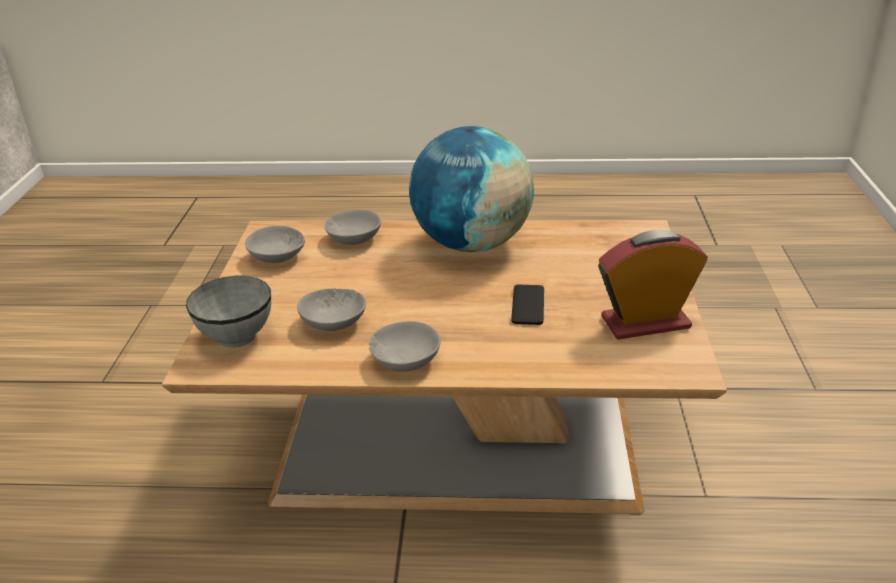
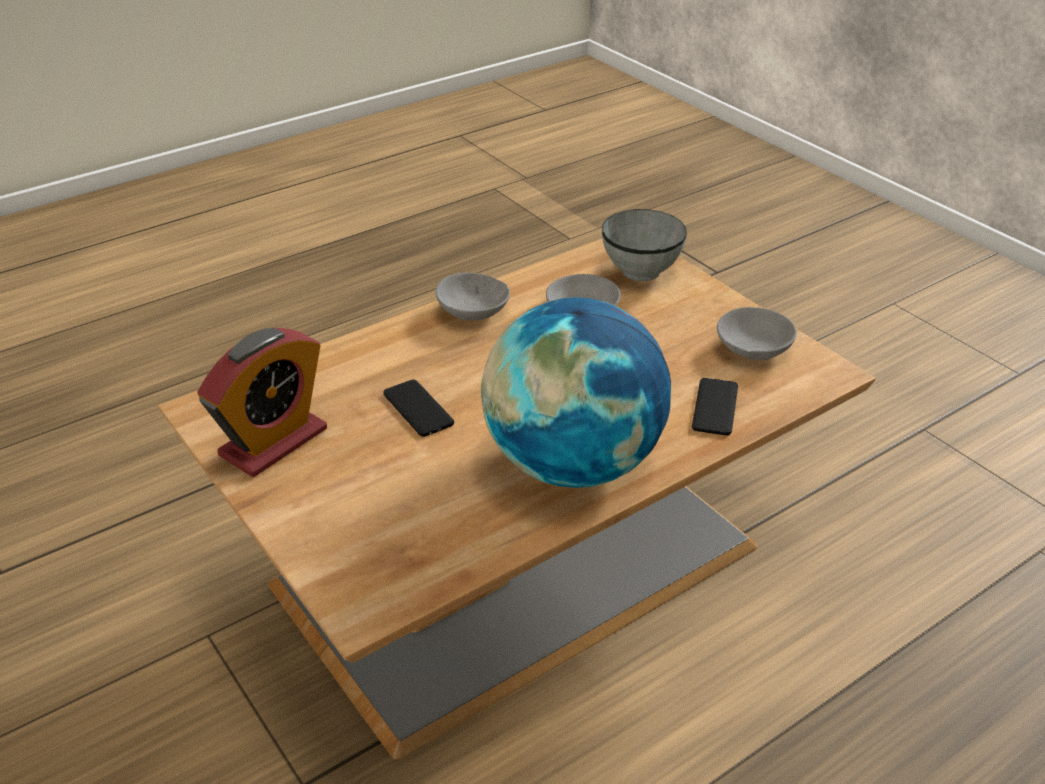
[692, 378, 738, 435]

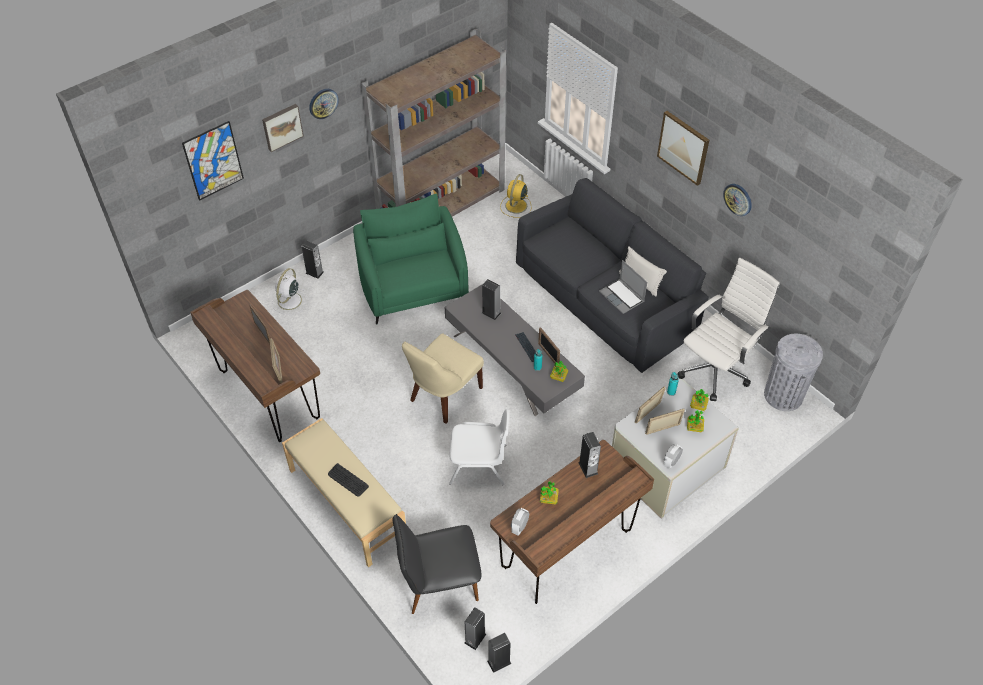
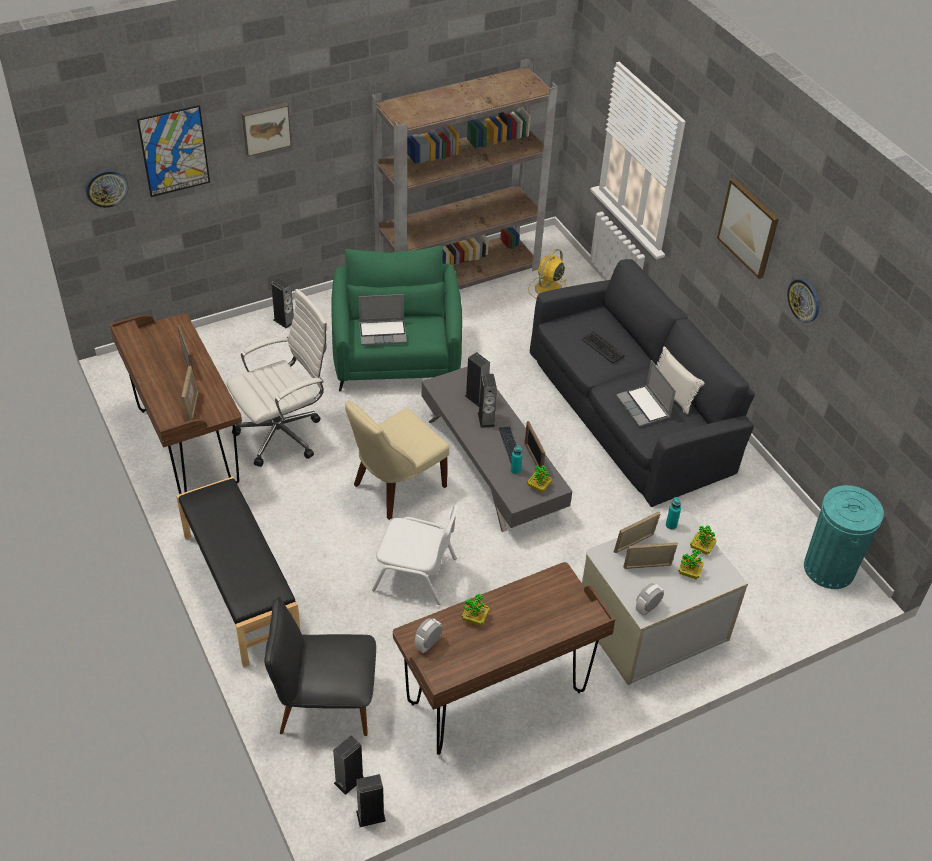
[86, 170, 128, 208]
[176, 477, 301, 667]
[227, 289, 327, 467]
[358, 294, 407, 346]
[478, 374, 497, 428]
[582, 331, 625, 363]
[804, 485, 884, 589]
[272, 268, 306, 315] (first image)

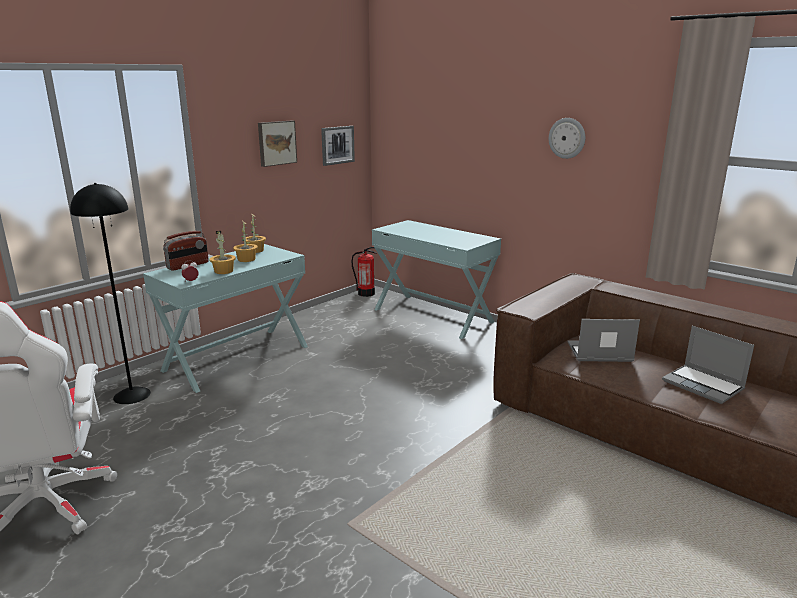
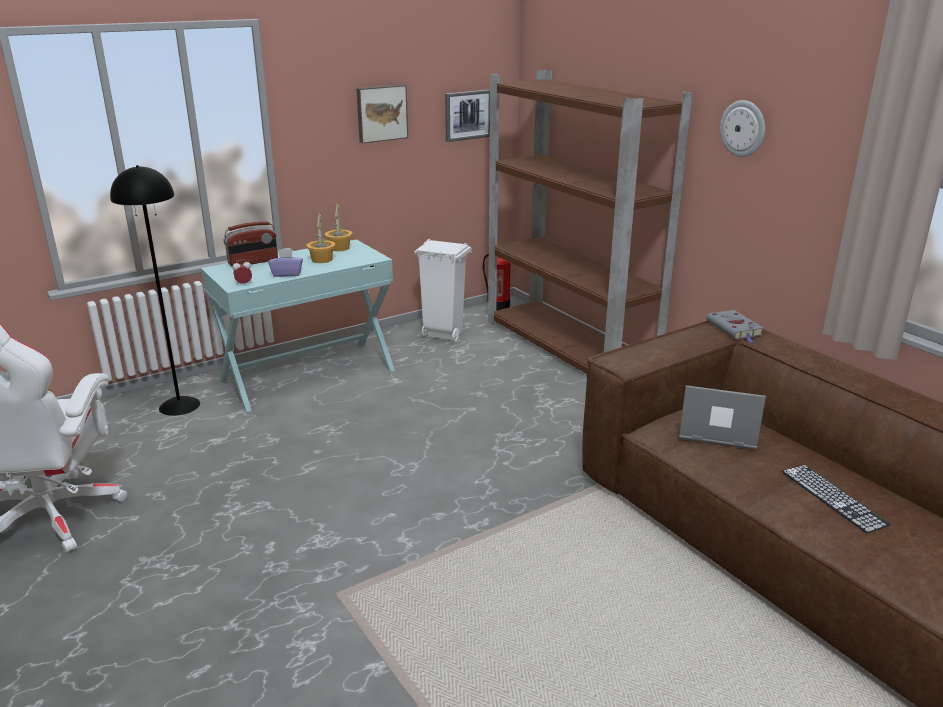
[268, 249, 303, 277]
[414, 239, 472, 341]
[488, 70, 693, 374]
[706, 310, 763, 343]
[782, 465, 891, 533]

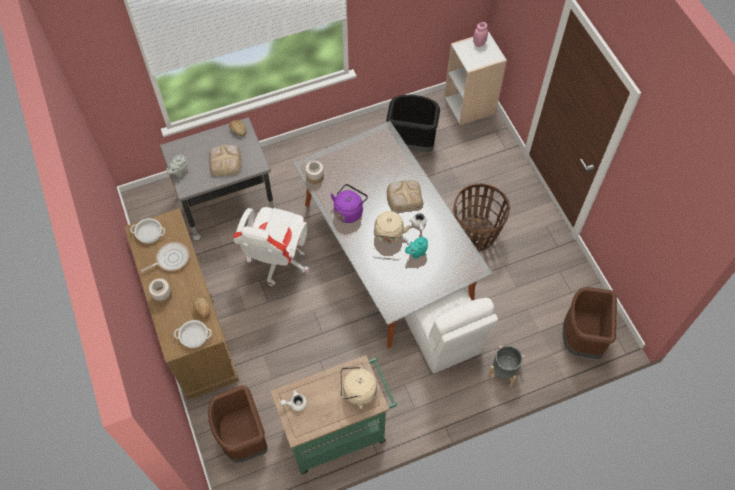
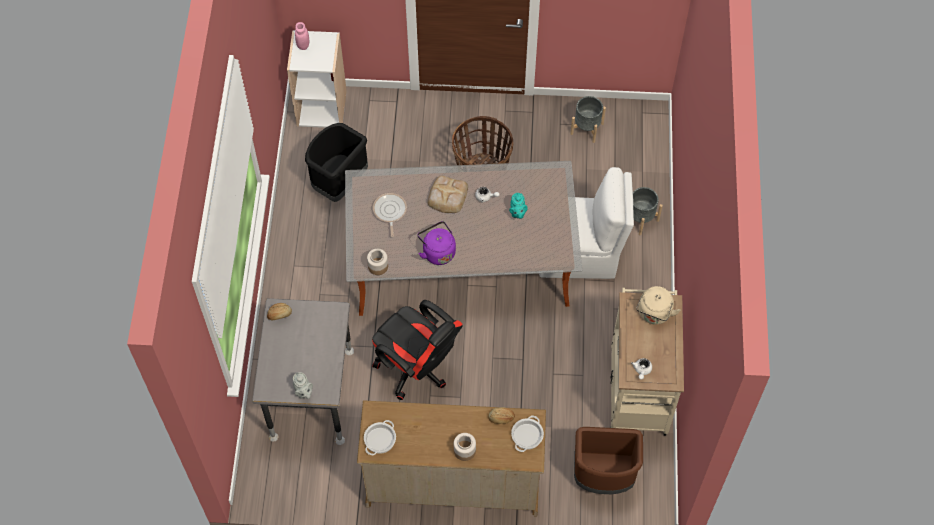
[372, 300, 463, 400]
[373, 193, 407, 237]
[570, 96, 606, 143]
[610, 288, 684, 436]
[209, 145, 242, 176] (first image)
[374, 211, 411, 244] (first image)
[563, 287, 617, 359] (first image)

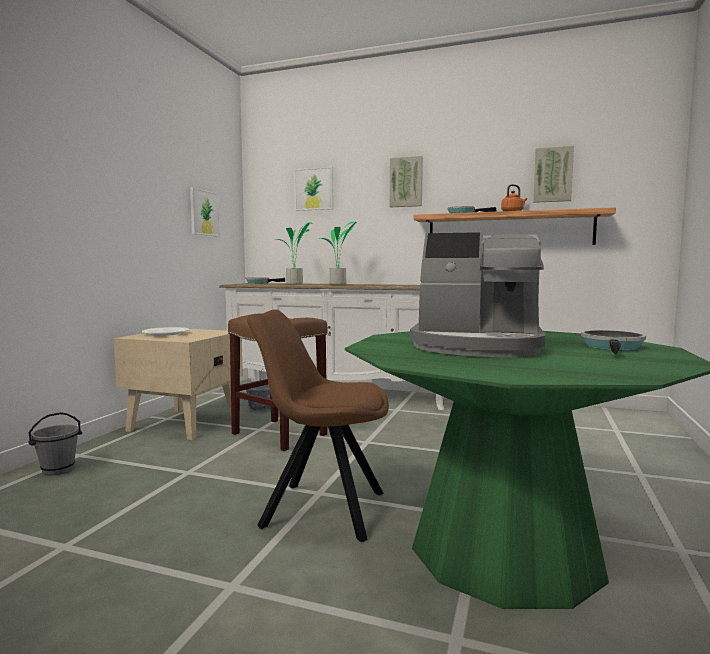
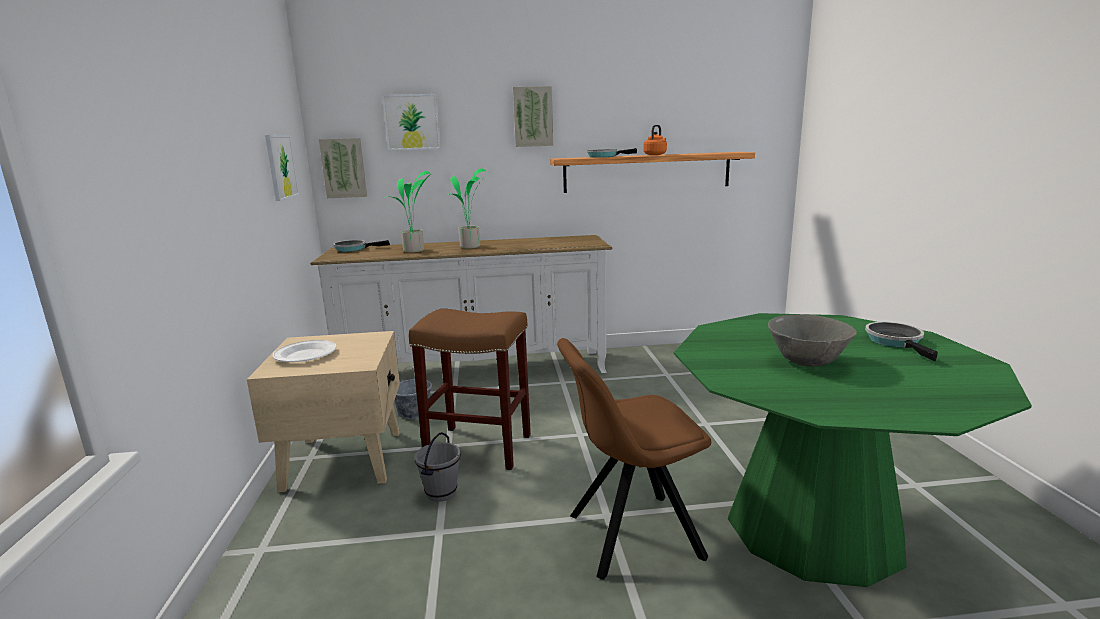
[319, 138, 367, 198]
[414, 432, 461, 502]
[768, 314, 857, 367]

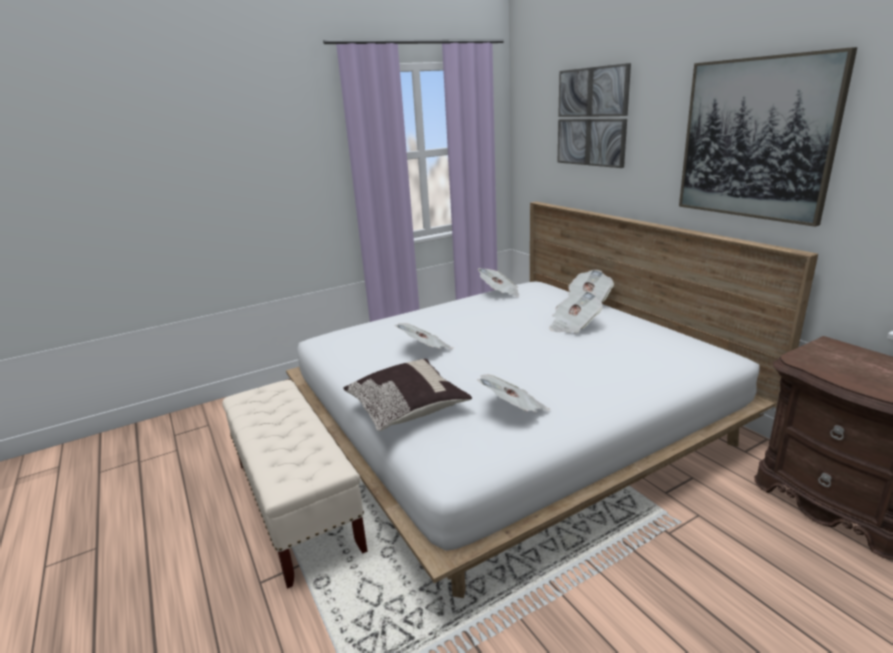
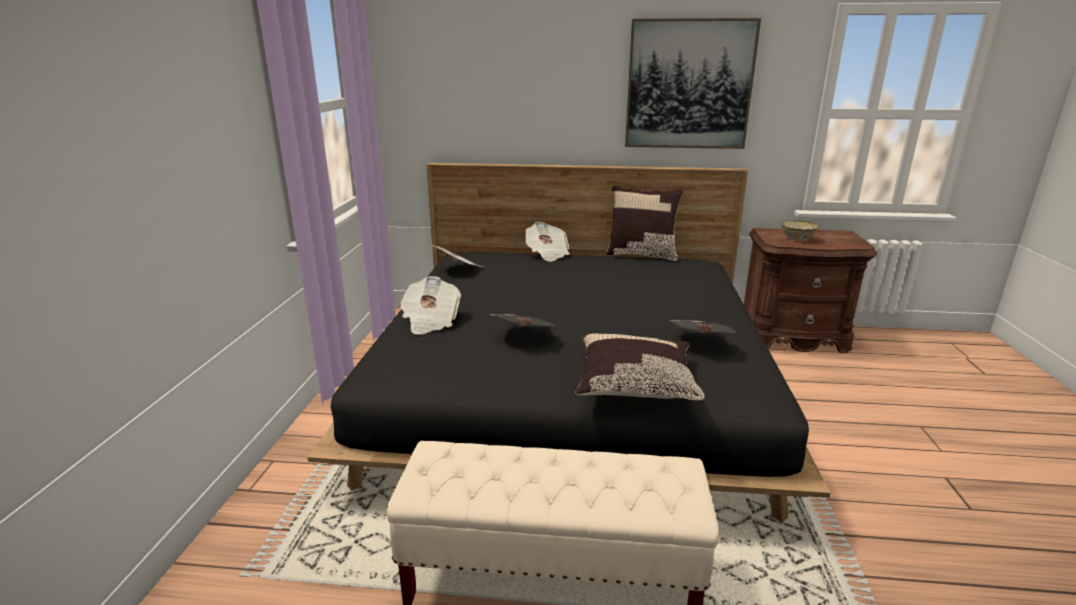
[307, 163, 830, 522]
[400, 276, 461, 335]
[606, 186, 683, 261]
[781, 220, 819, 240]
[557, 63, 631, 168] (first image)

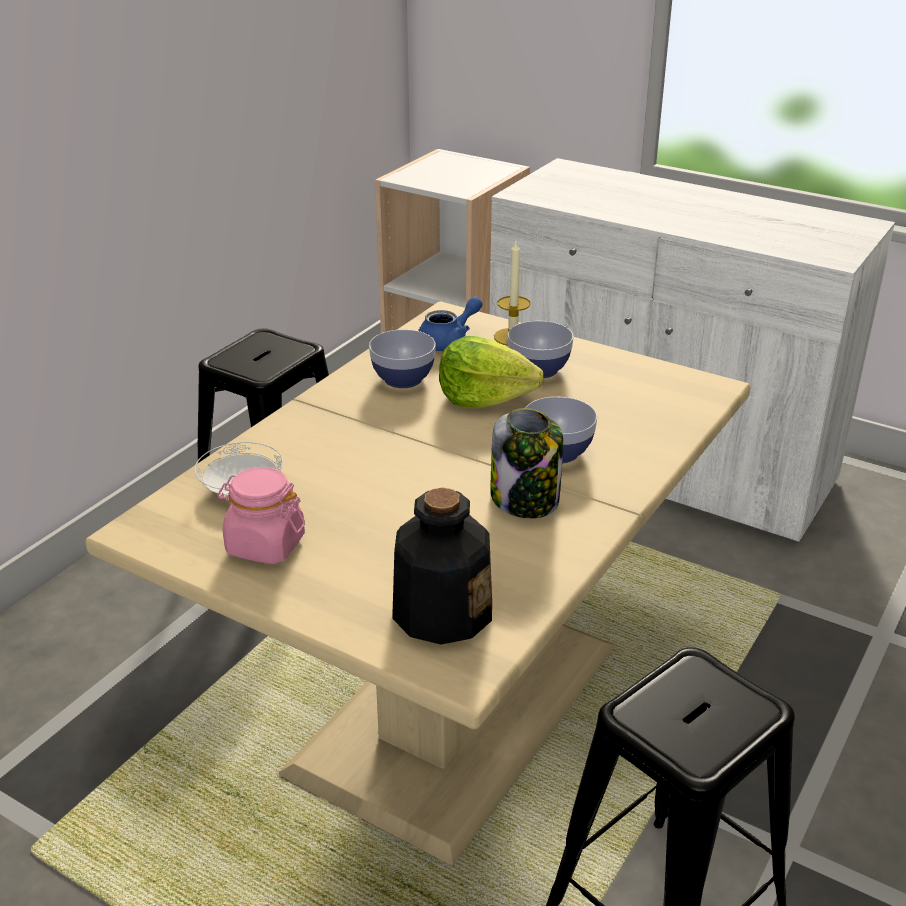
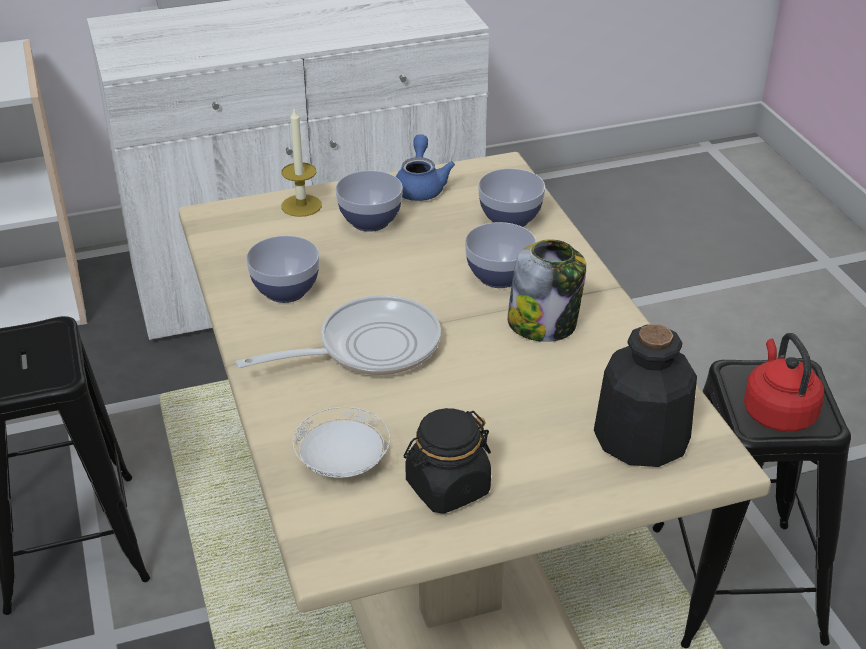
[236, 295, 441, 375]
[396, 134, 455, 201]
[404, 408, 491, 514]
[478, 168, 545, 227]
[744, 333, 824, 432]
[439, 336, 543, 408] (first image)

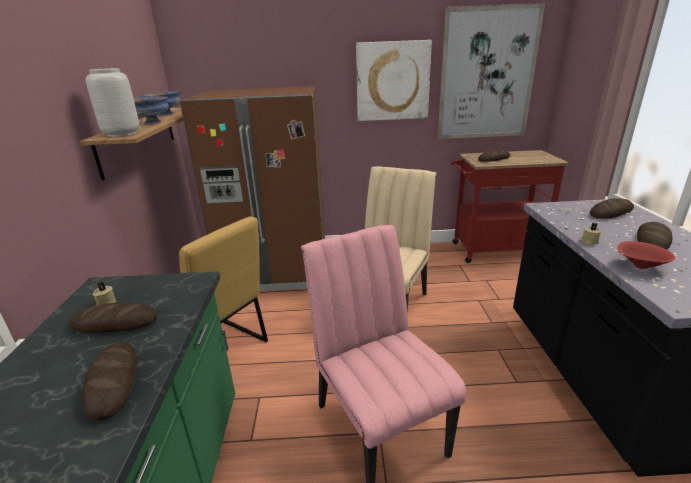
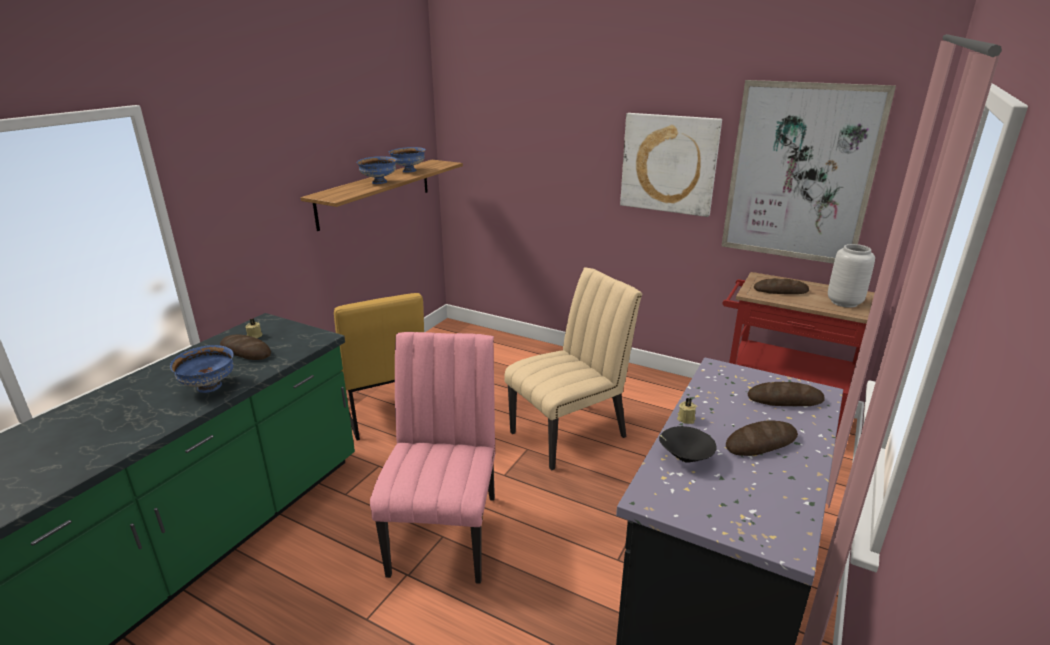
[170, 345, 234, 393]
[659, 426, 717, 463]
[828, 244, 875, 308]
[180, 86, 325, 291] (first image)

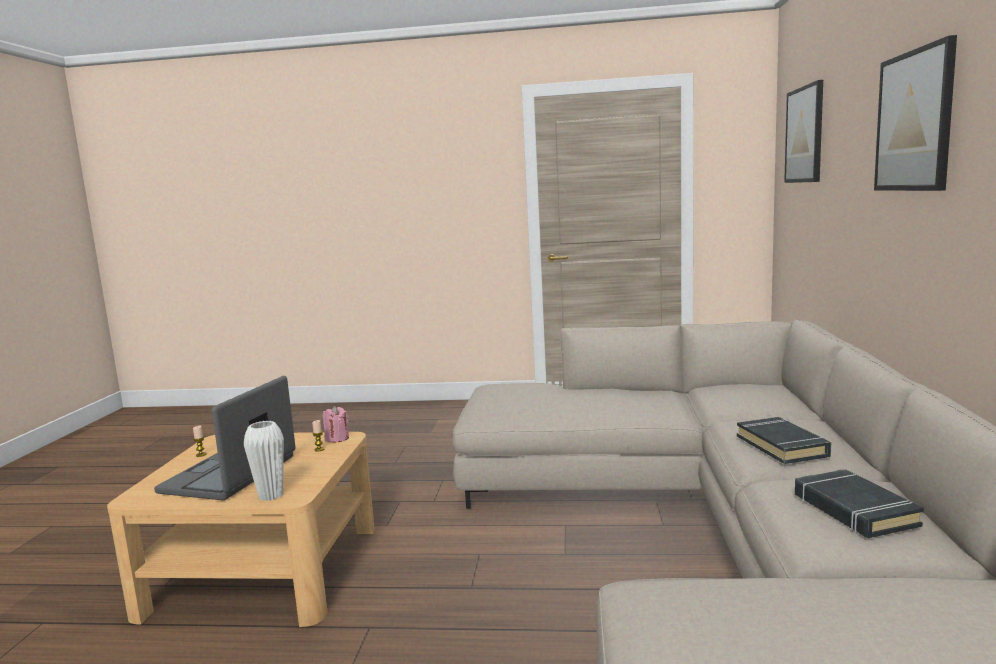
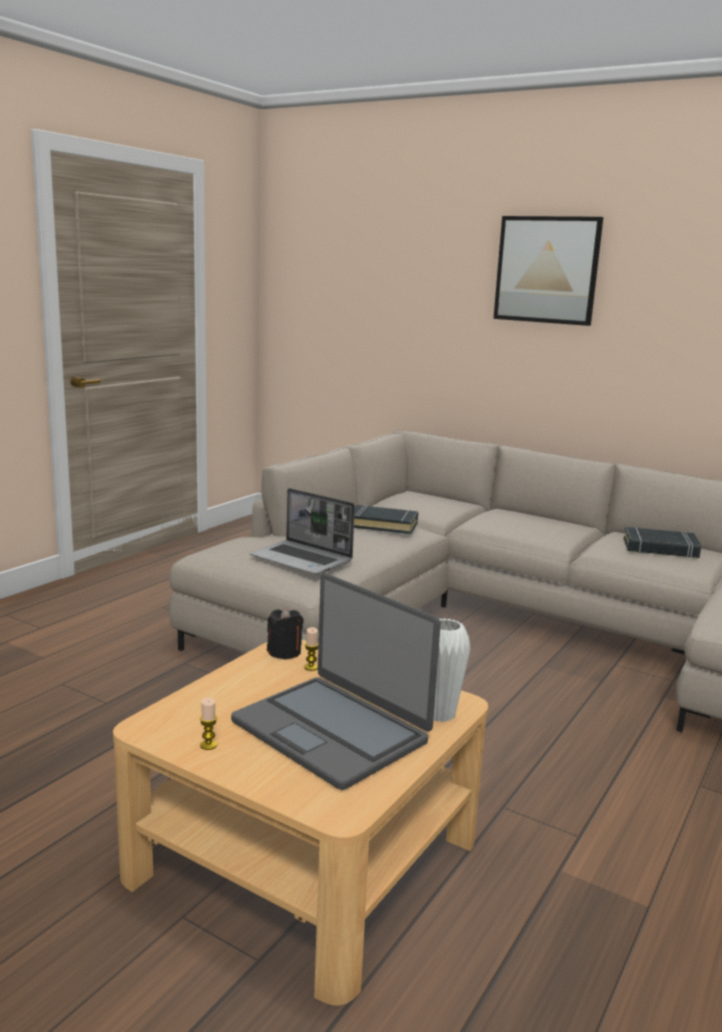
[250, 488, 355, 575]
[267, 607, 304, 660]
[354, 505, 418, 534]
[784, 80, 823, 183] (first image)

